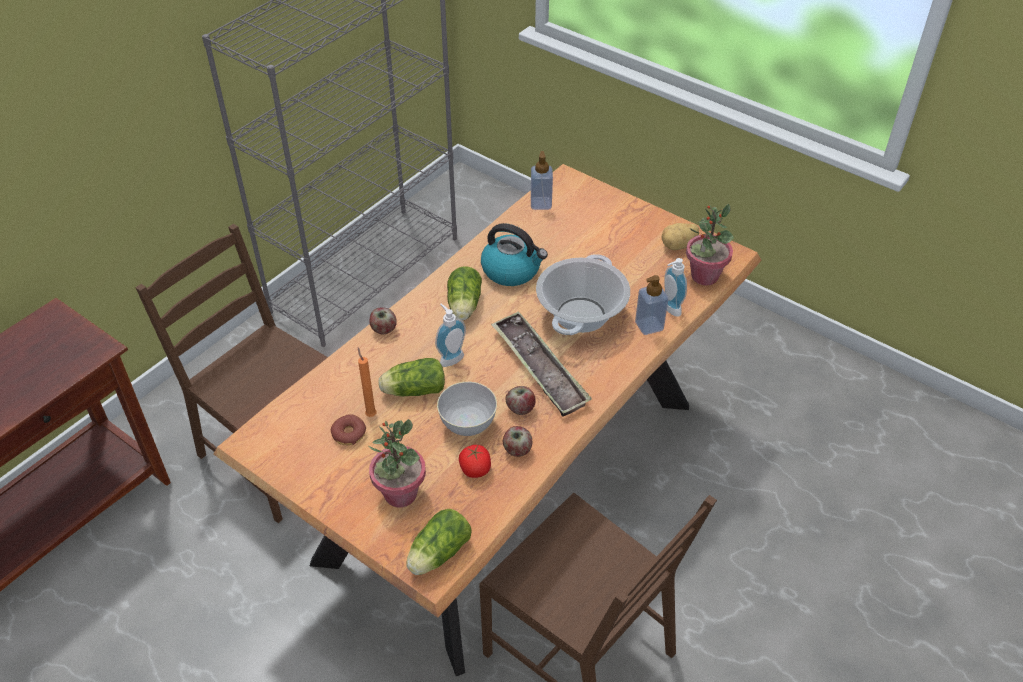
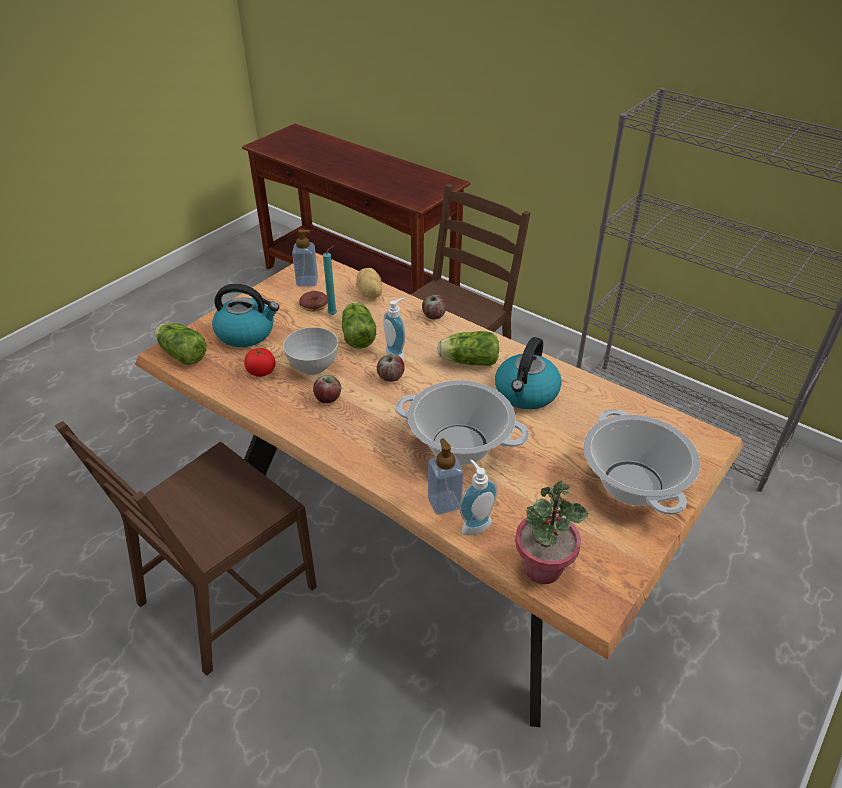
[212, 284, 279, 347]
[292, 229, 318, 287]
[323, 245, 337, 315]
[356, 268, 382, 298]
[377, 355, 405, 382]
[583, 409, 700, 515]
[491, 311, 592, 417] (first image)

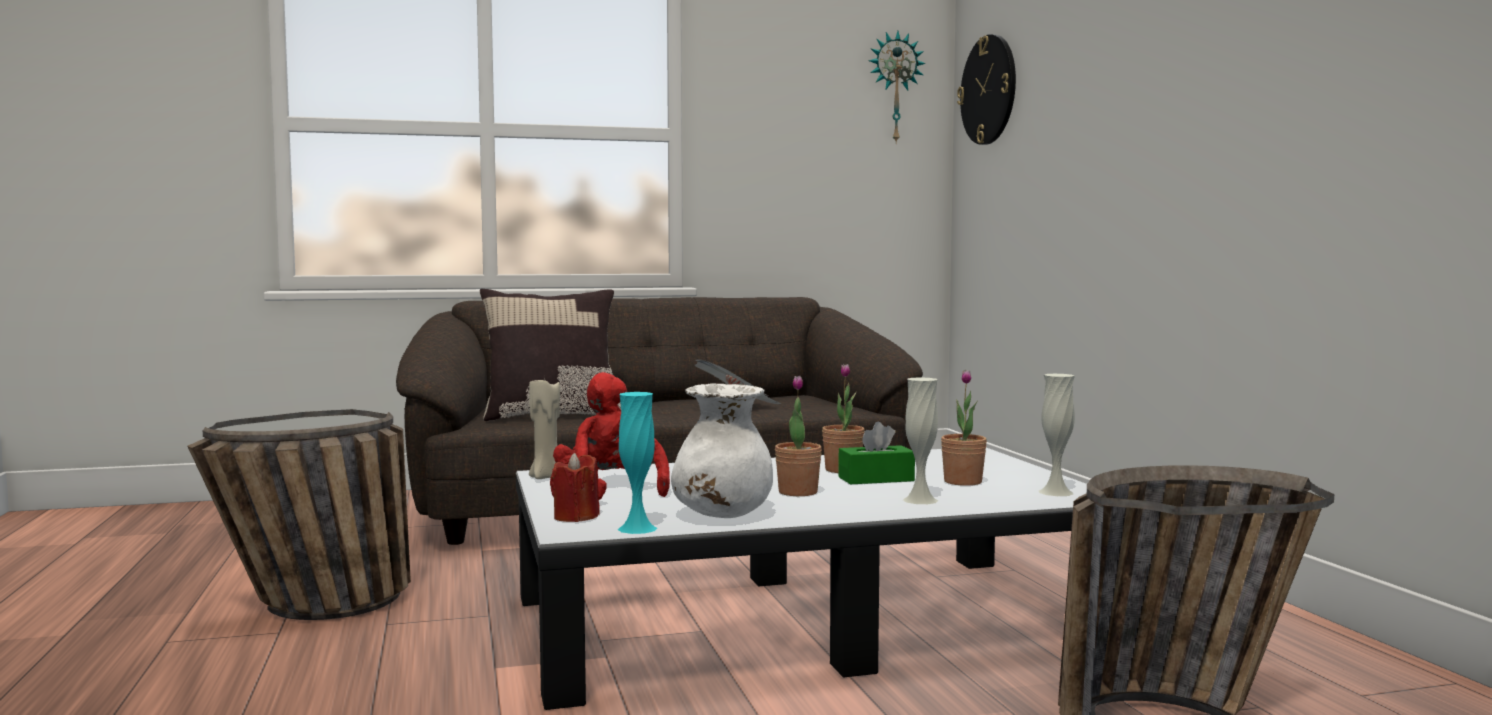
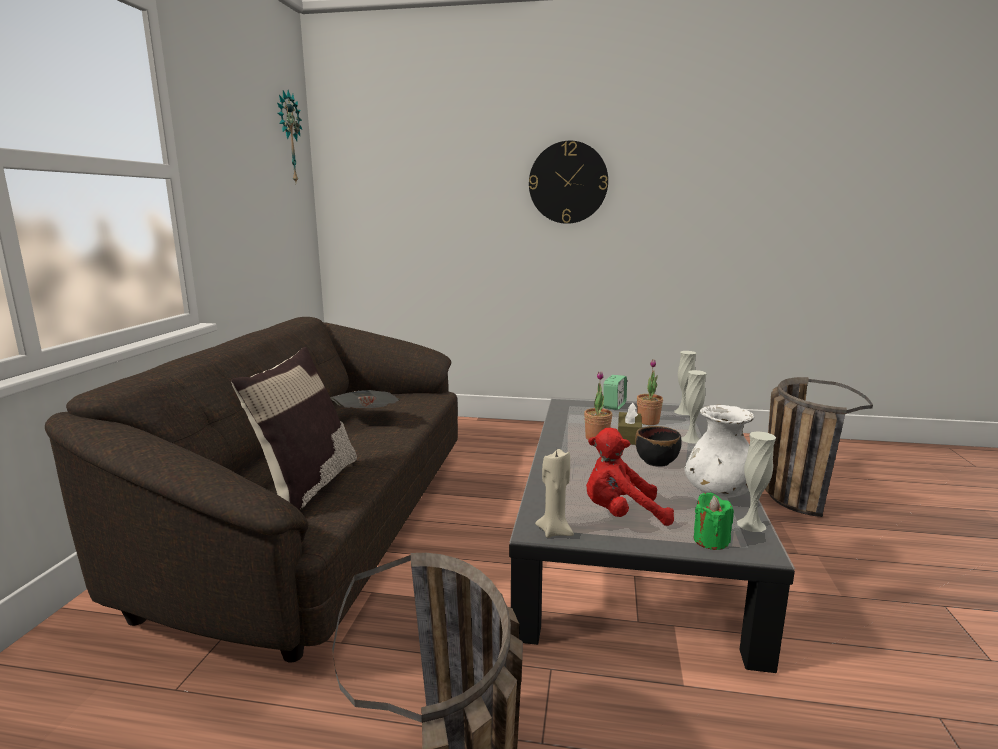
[529, 141, 608, 224]
[603, 375, 627, 410]
[618, 403, 642, 445]
[635, 426, 681, 467]
[694, 493, 734, 550]
[737, 431, 776, 532]

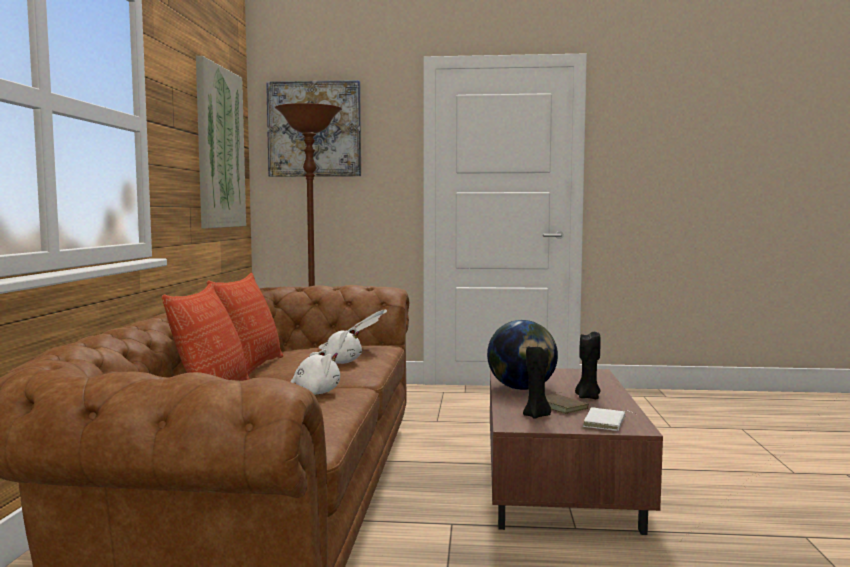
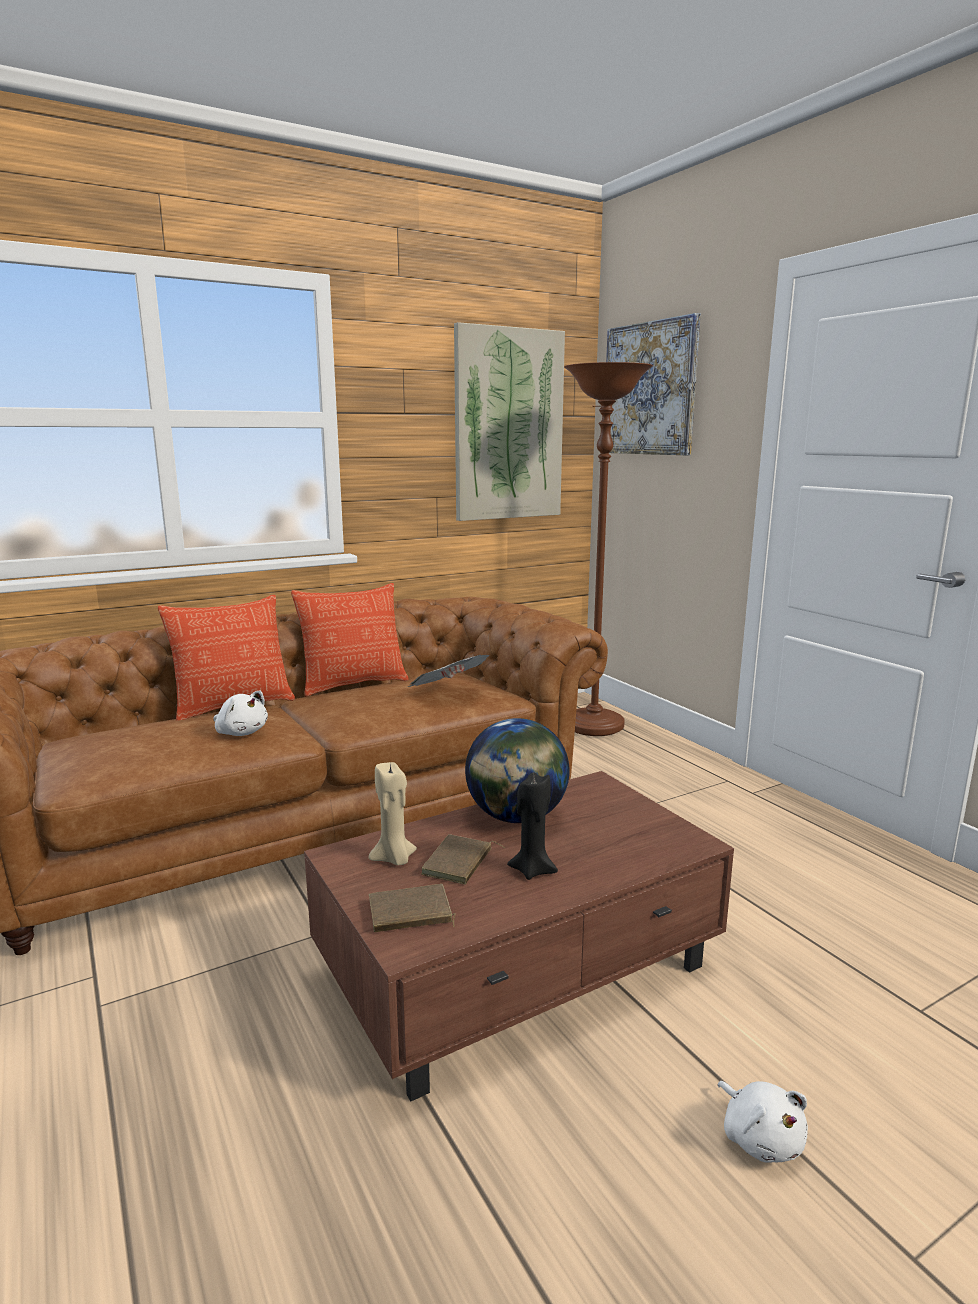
[369, 762, 417, 865]
[369, 884, 456, 932]
[718, 1081, 808, 1162]

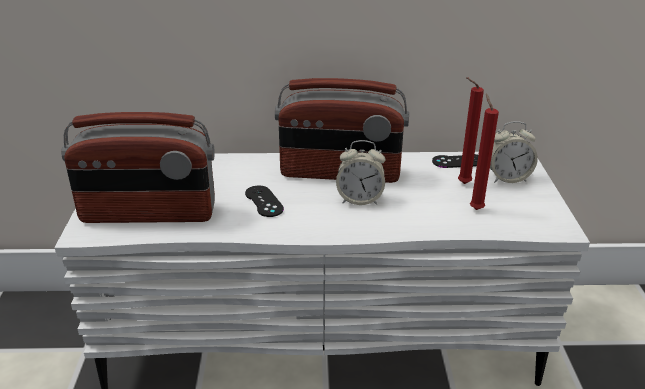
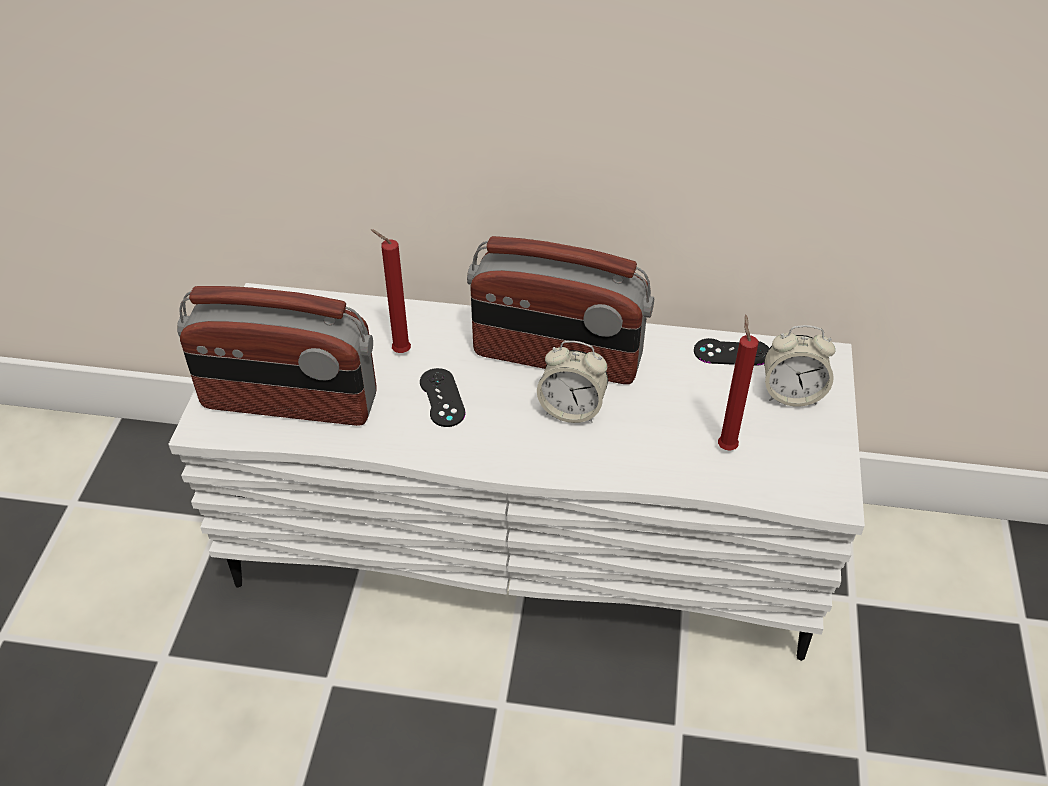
[370, 229, 411, 353]

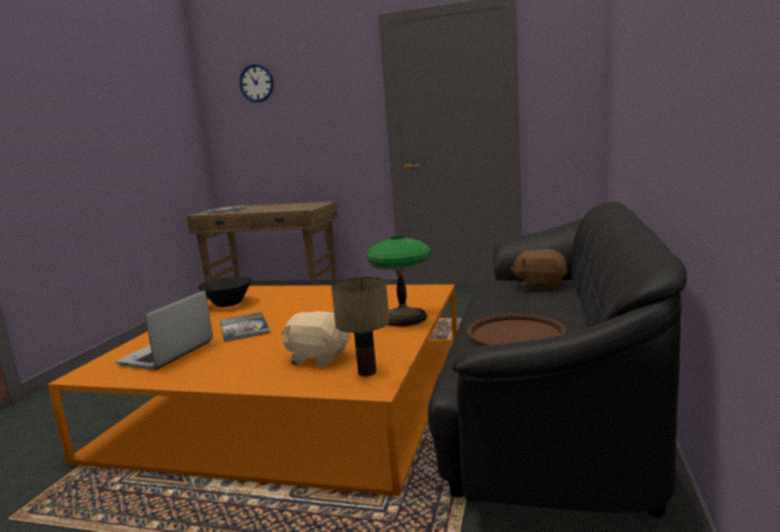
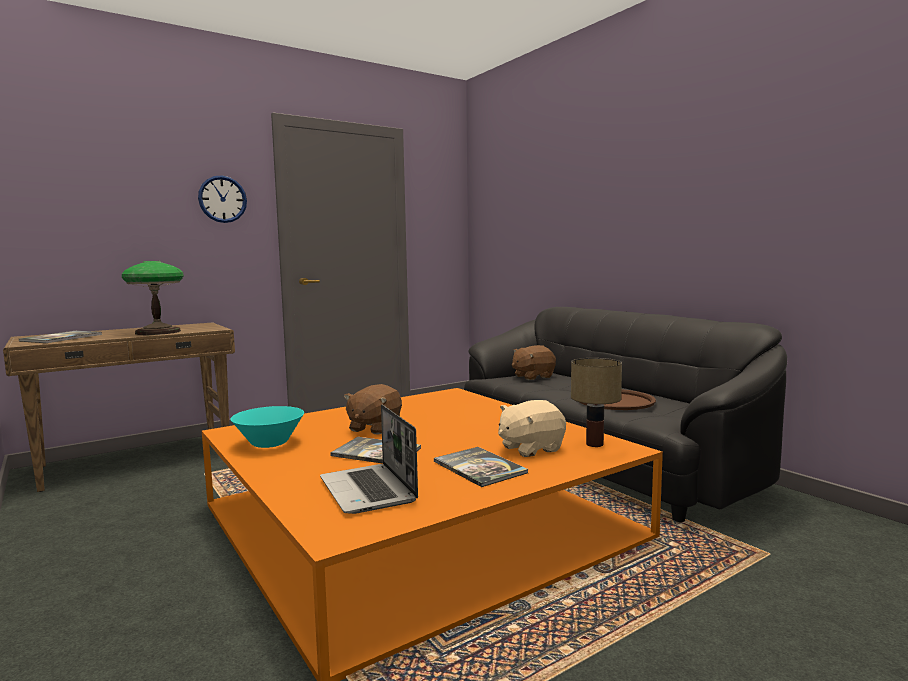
[122, 261, 184, 335]
[198, 175, 247, 223]
[231, 406, 304, 448]
[344, 384, 402, 435]
[434, 447, 528, 487]

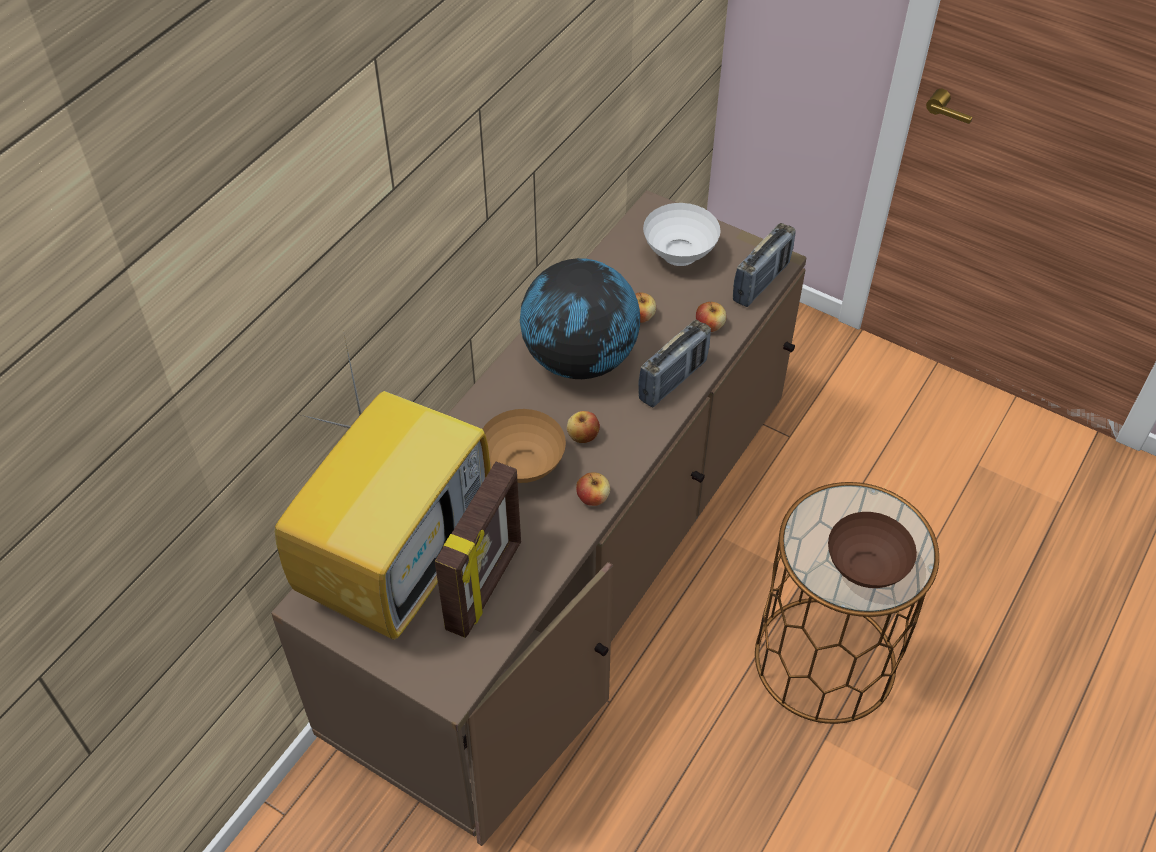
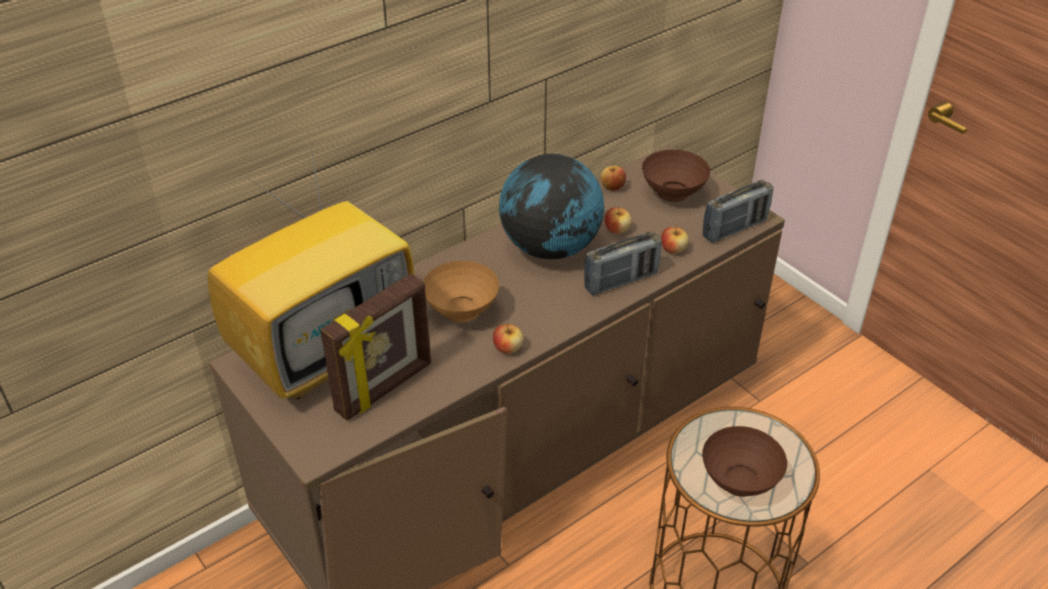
[600, 166, 626, 191]
[642, 150, 710, 202]

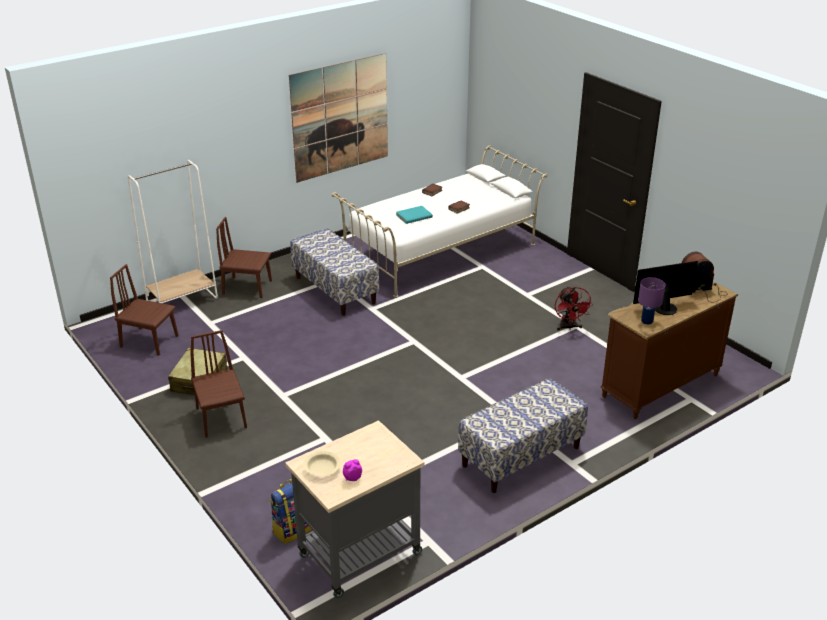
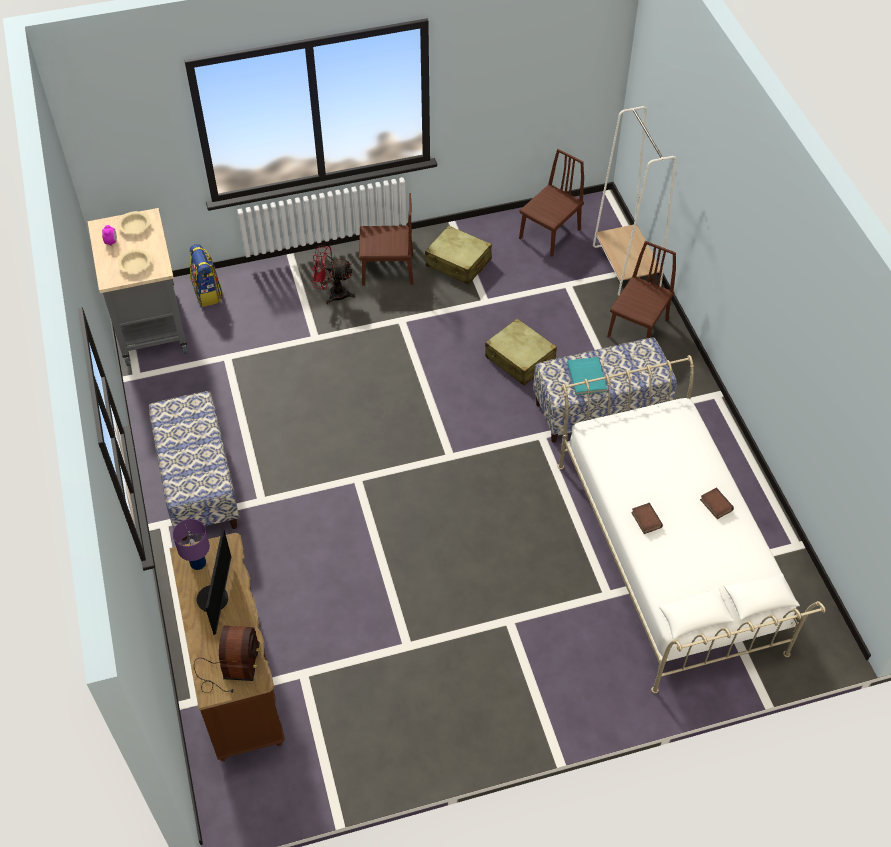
[117, 249, 151, 273]
[311, 245, 356, 305]
[485, 319, 557, 385]
[567, 357, 607, 395]
[289, 53, 388, 183] (first image)

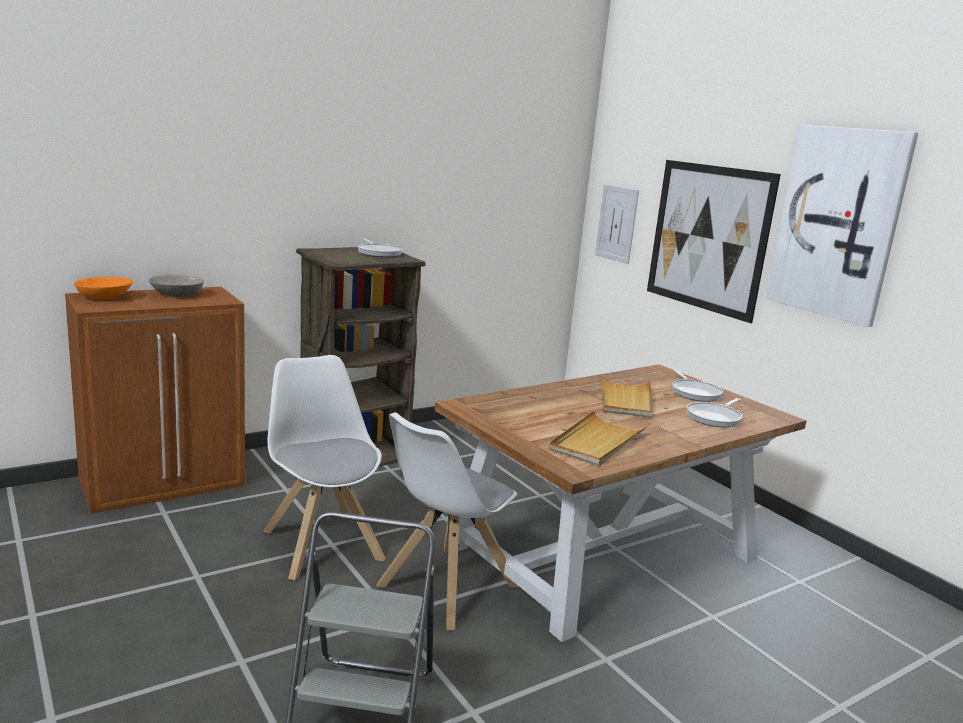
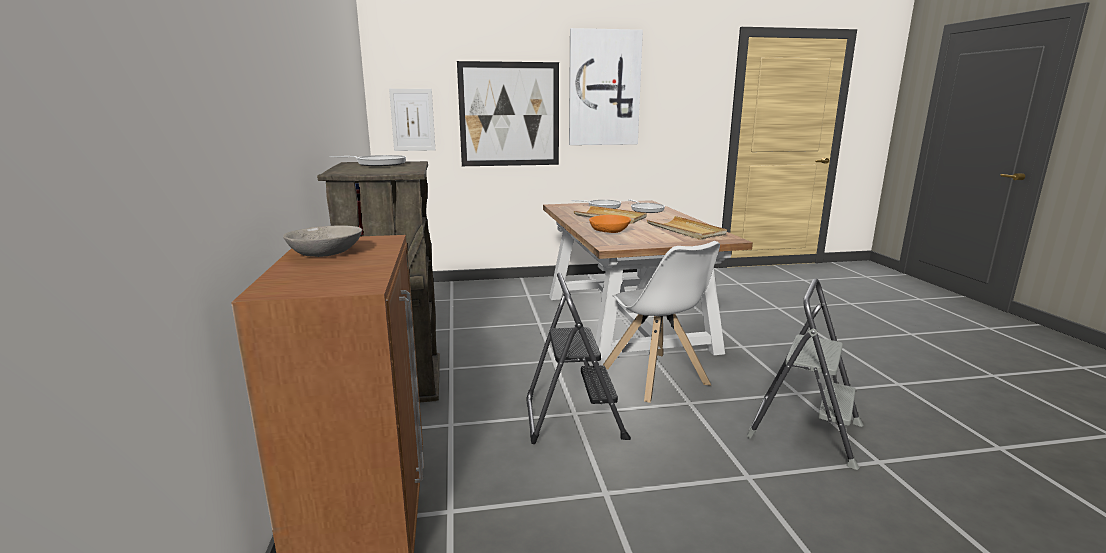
[526, 273, 631, 444]
[589, 215, 631, 233]

